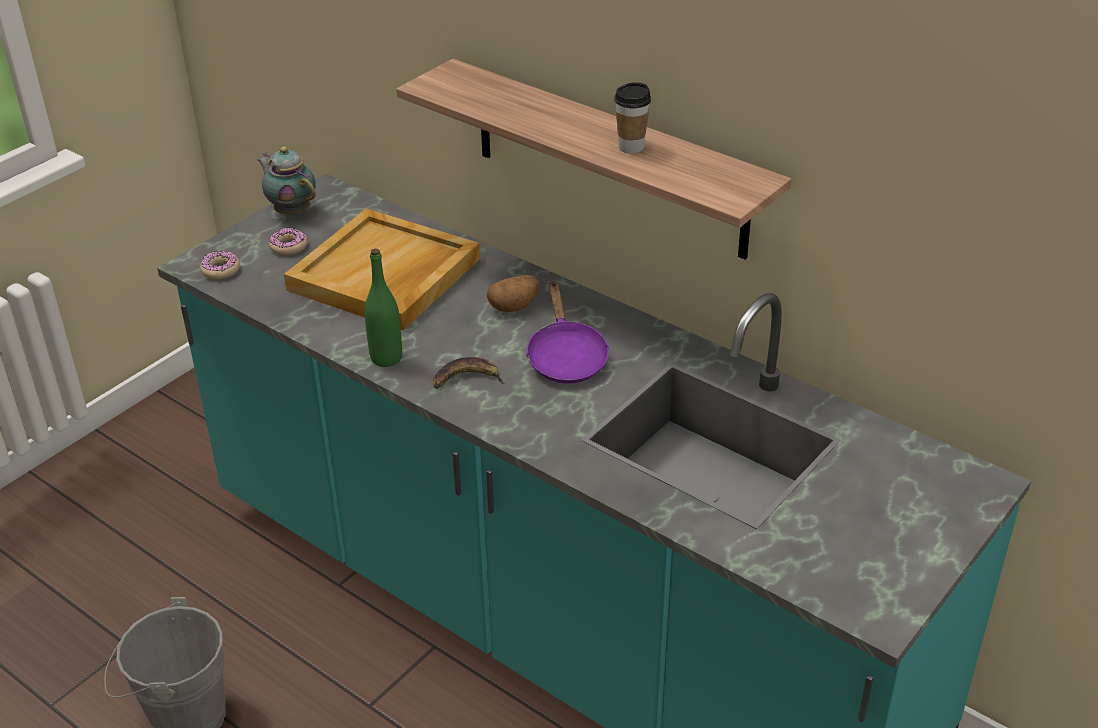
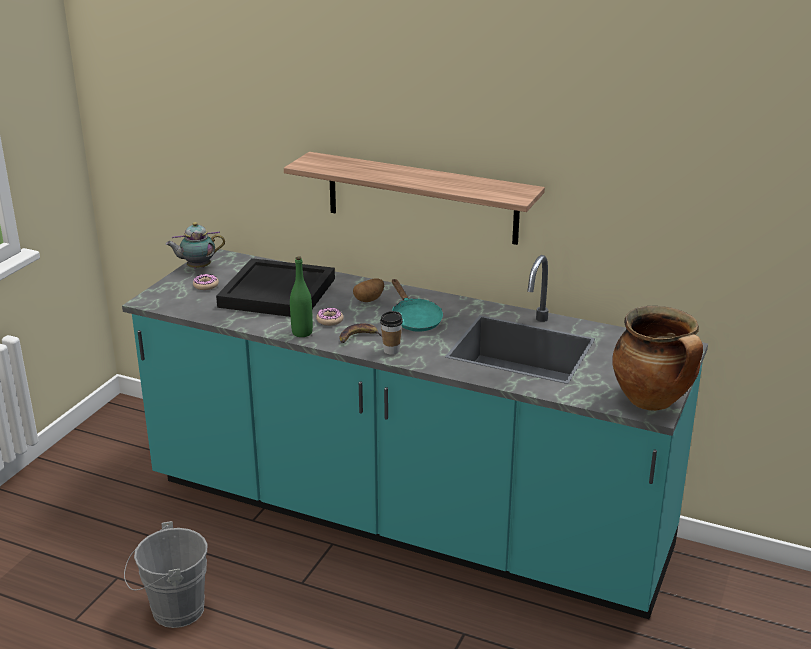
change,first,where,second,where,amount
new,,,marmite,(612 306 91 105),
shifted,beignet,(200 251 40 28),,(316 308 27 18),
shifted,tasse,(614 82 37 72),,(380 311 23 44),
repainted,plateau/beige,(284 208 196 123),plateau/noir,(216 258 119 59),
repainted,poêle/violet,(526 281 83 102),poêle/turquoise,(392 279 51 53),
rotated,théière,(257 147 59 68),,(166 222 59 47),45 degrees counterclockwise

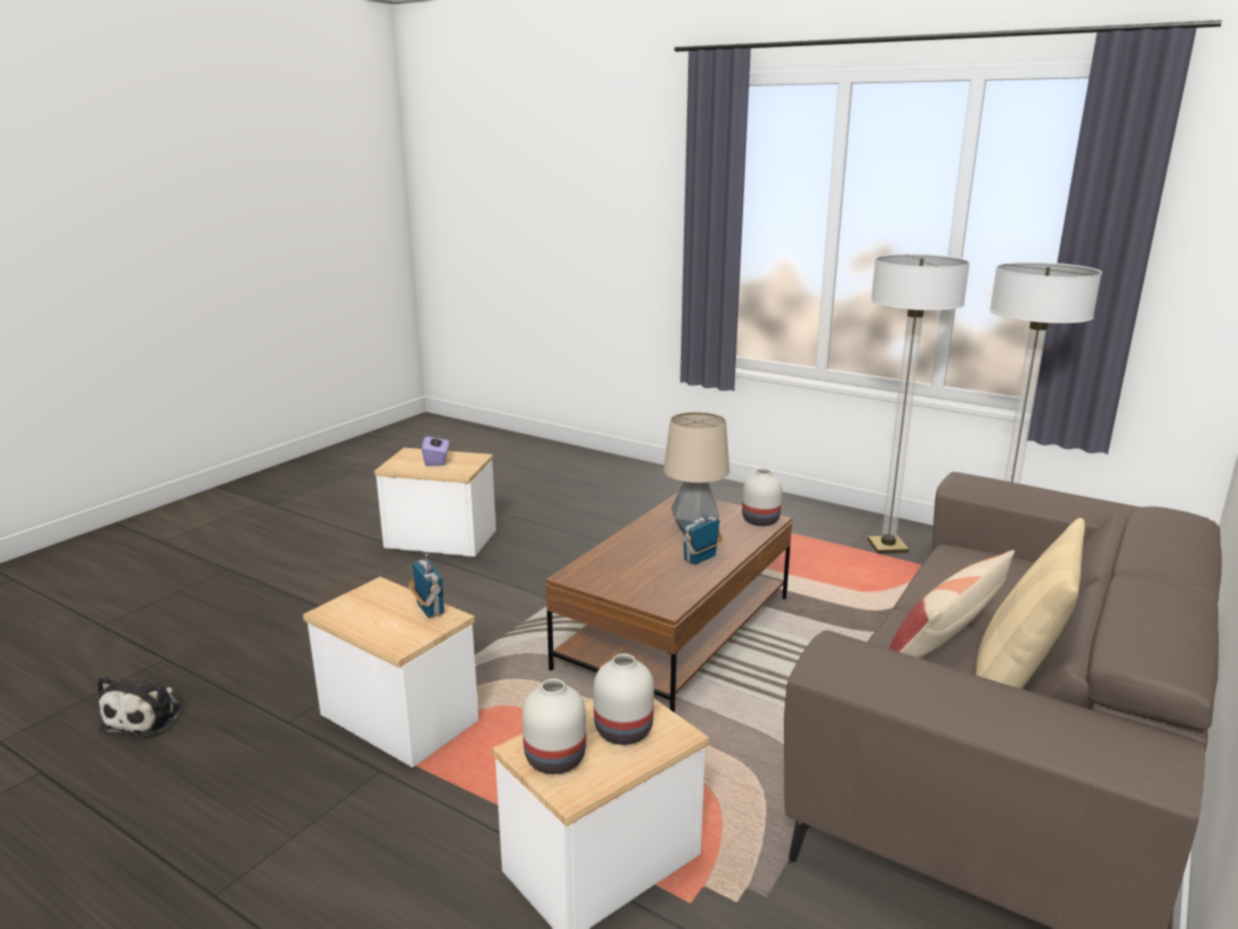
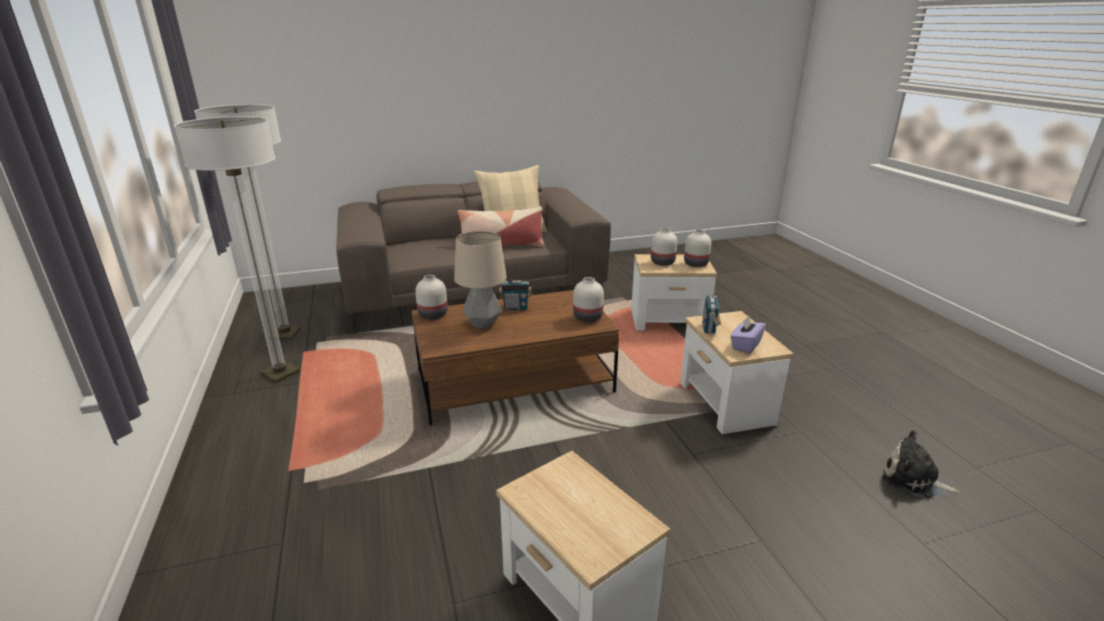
change,first,where,second,where,amount
new,,,vase/blanc,(573 277 31 45),
shifted,boîte à mouchoirs/violet,(422 432 27 34),,(730 315 36 38),
rotated,peluche,(98 676 84 61),,(883 430 77 68),105 degrees counterclockwise

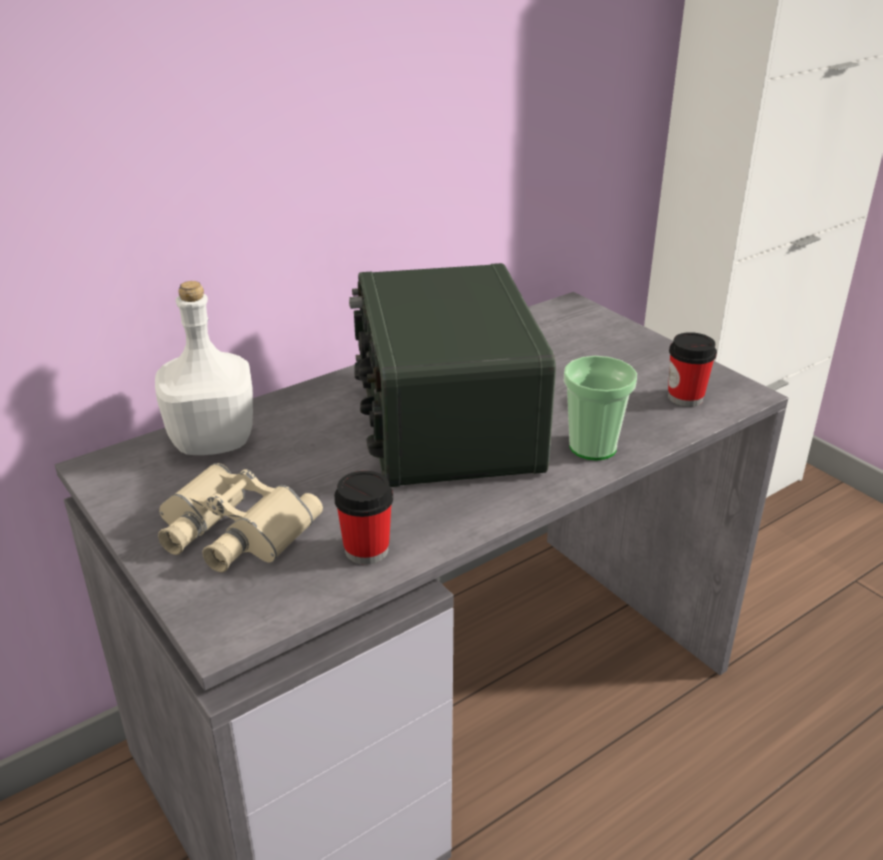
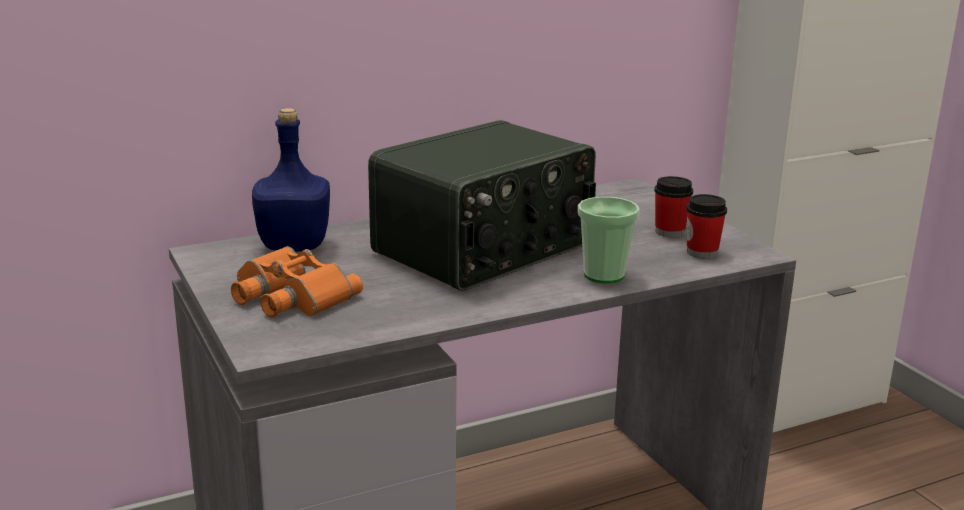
change,first,where,second,where,amount
shifted,tasse,(334 471 59 94),,(654 176 39 61),
repainted,bouteille/blanc,(155 281 98 174),bouteille/bleu,(252 108 78 144),
repainted,jumelles/beige,(158 463 165 109),jumelles/orange,(231 246 132 71),
rotated,radio,(349 263 207 224),,(368 120 228 171),135 degrees counterclockwise

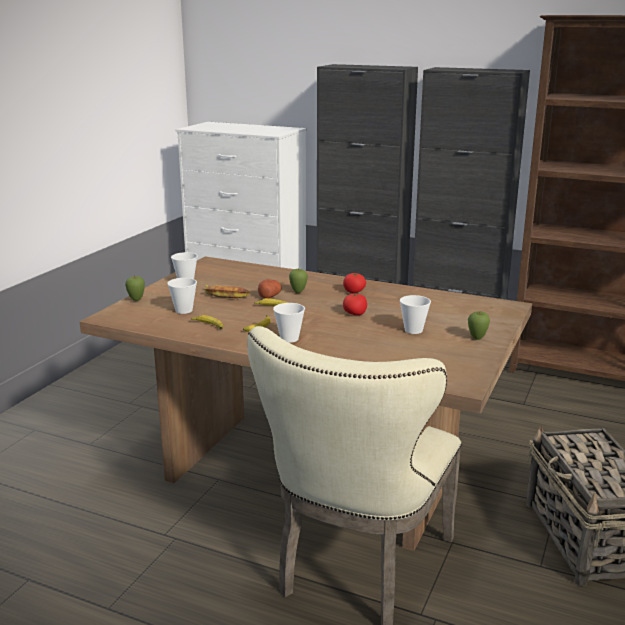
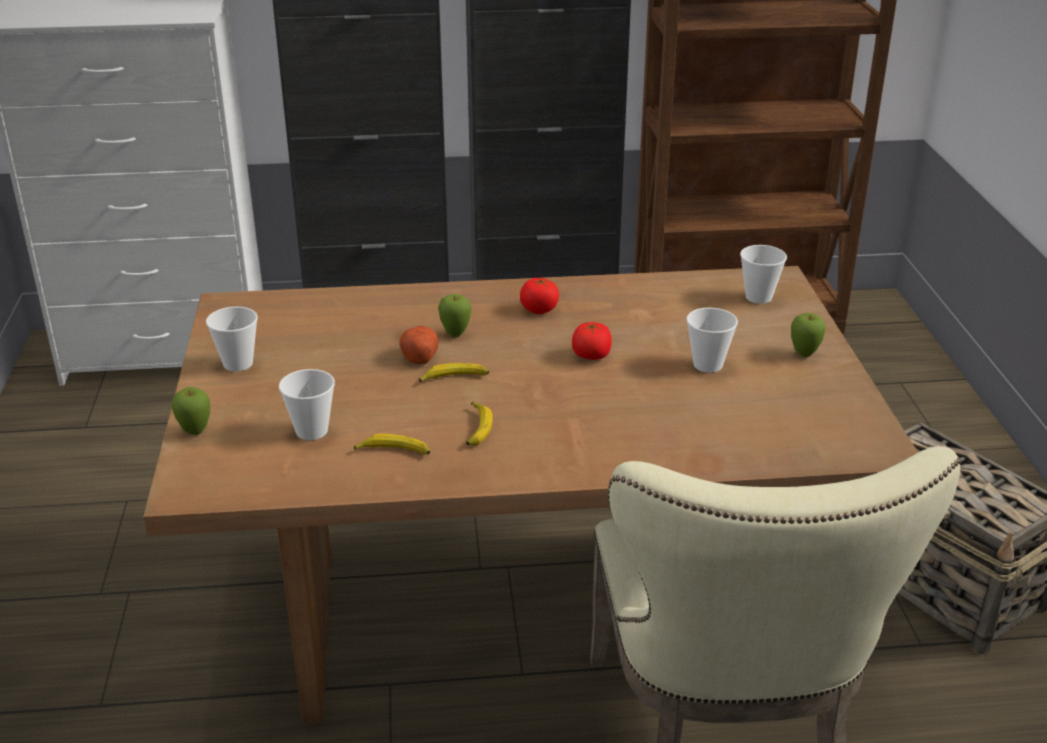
change,first,where,second,where,amount
gone,banane,(205 285 45 13),,,
shifted,tasse,(273 303 32 40),,(740 245 47 59),

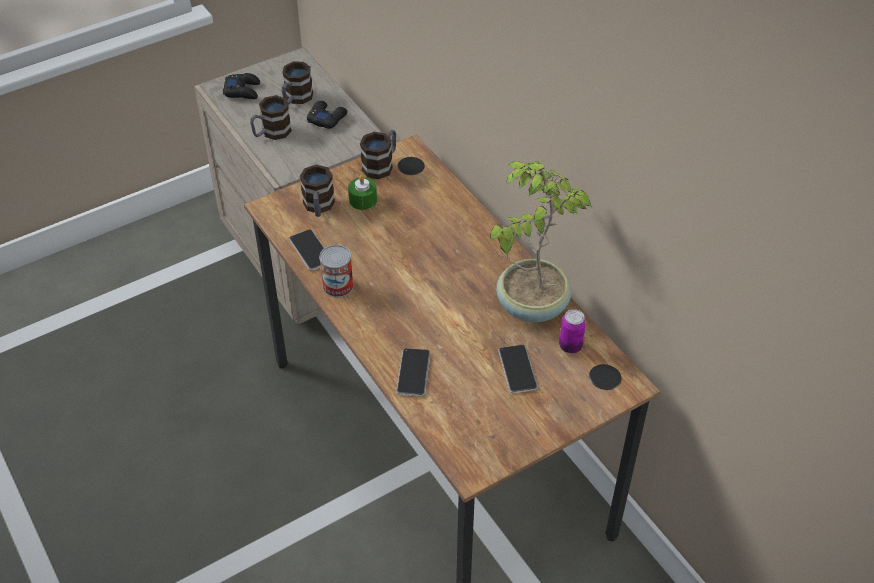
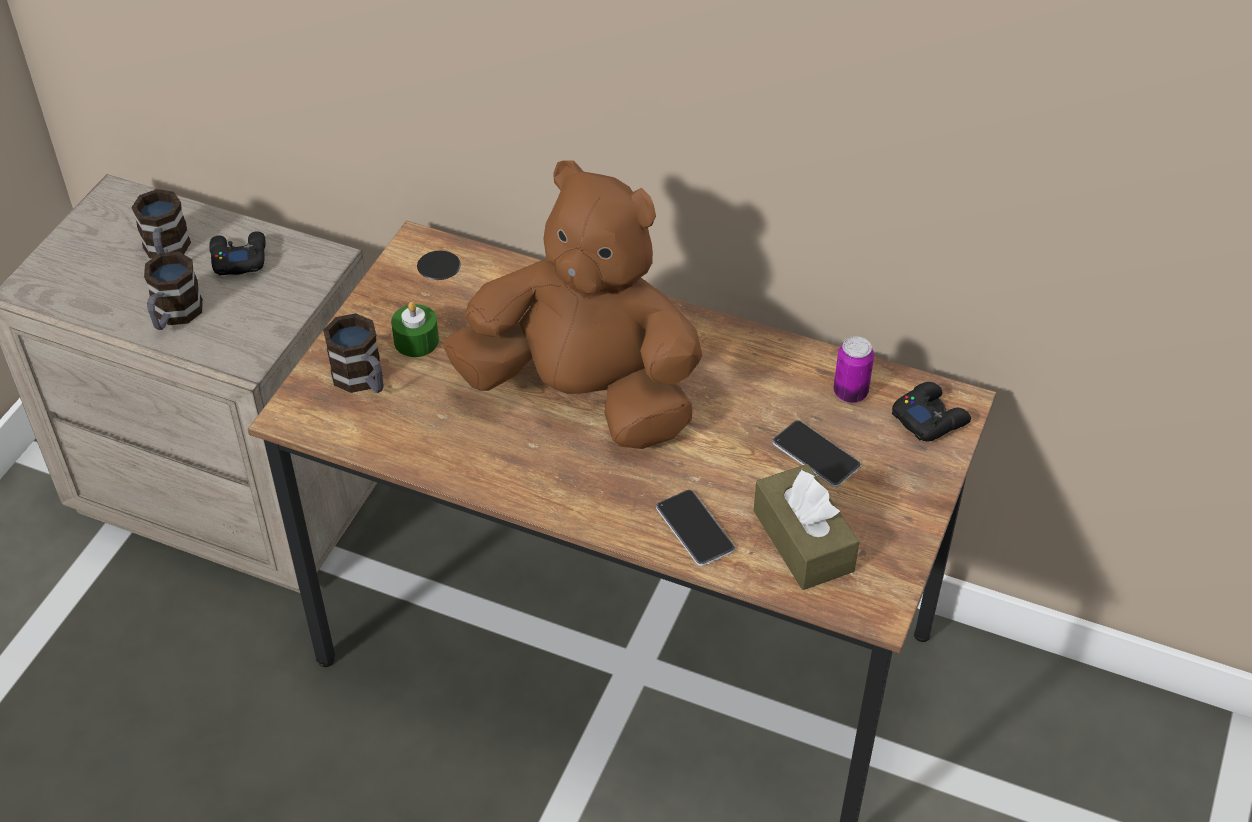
change,first,where,second,where,amount
gone,téléphone,(289 229 35 42),,,
gone,boîte métallique,(319 245 35 52),,,
gone,mug,(360 130 36 49),,,
gone,plante en pot,(490 161 102 161),,,
new,,,peluche/marron,(443 160 259 289),
new,,,boîte à mouchoirs/marron,(754 464 105 126),
shifted,manette/noir,(223 73 37 26),,(892 382 79 60),

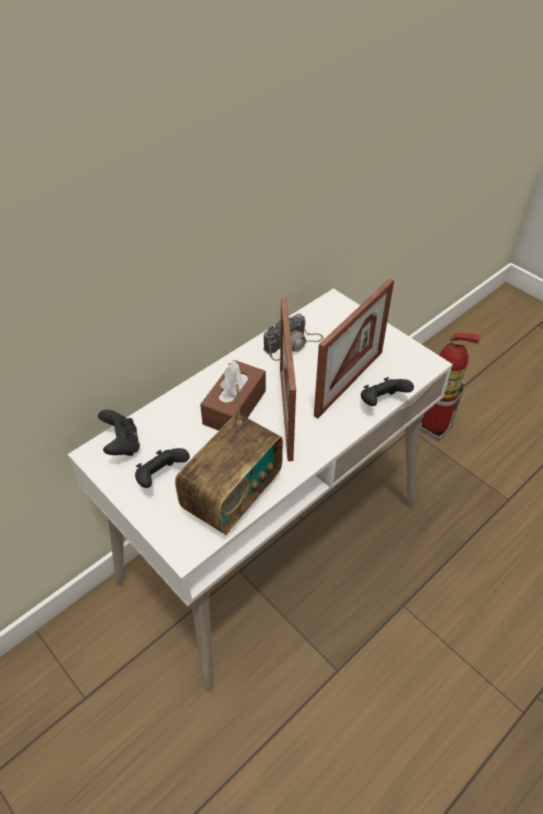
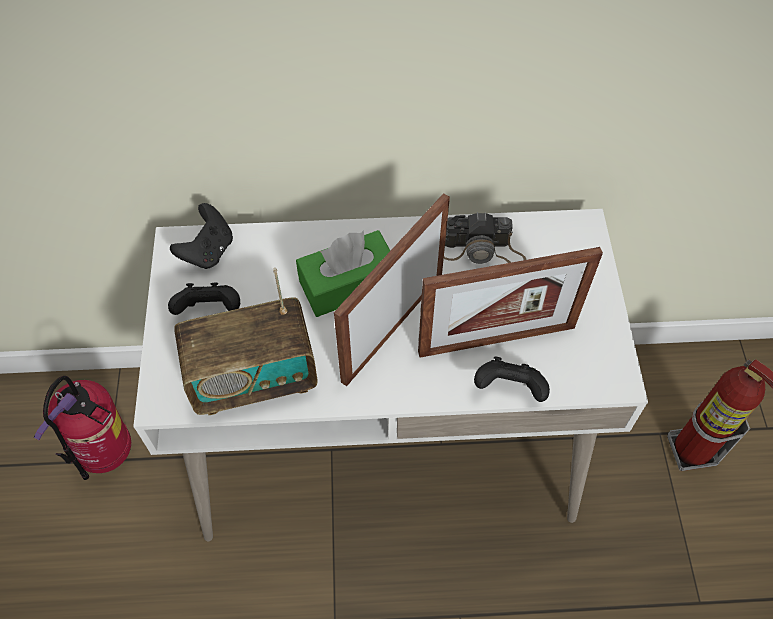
change,first,where,second,where,amount
new,,,extincteur,(34 376 97 104),
repainted,boîte à mouchoirs/marron,(200 360 66 71),boîte à mouchoirs/vert,(296 230 94 87),

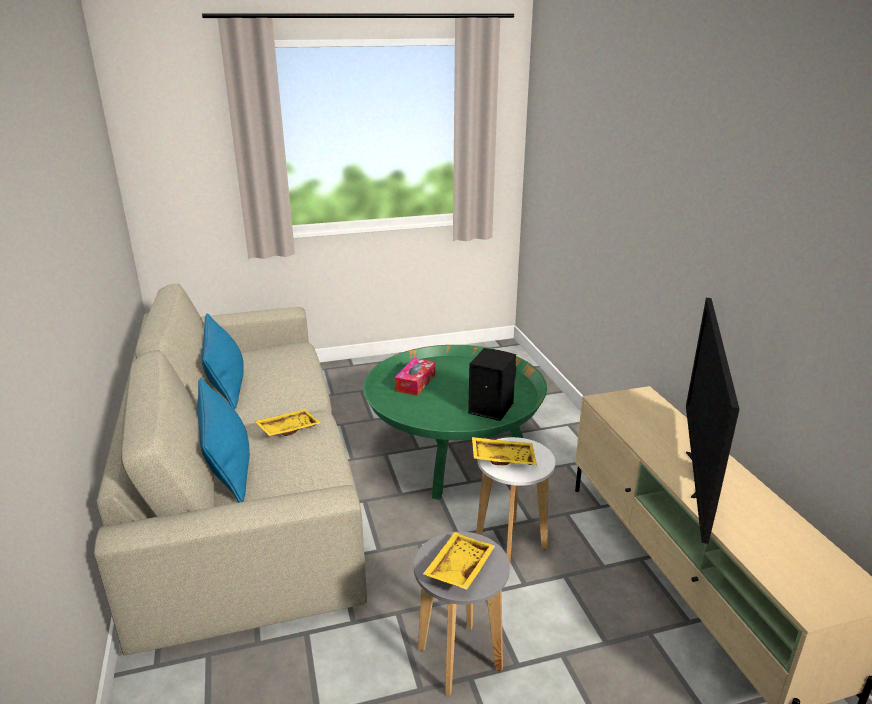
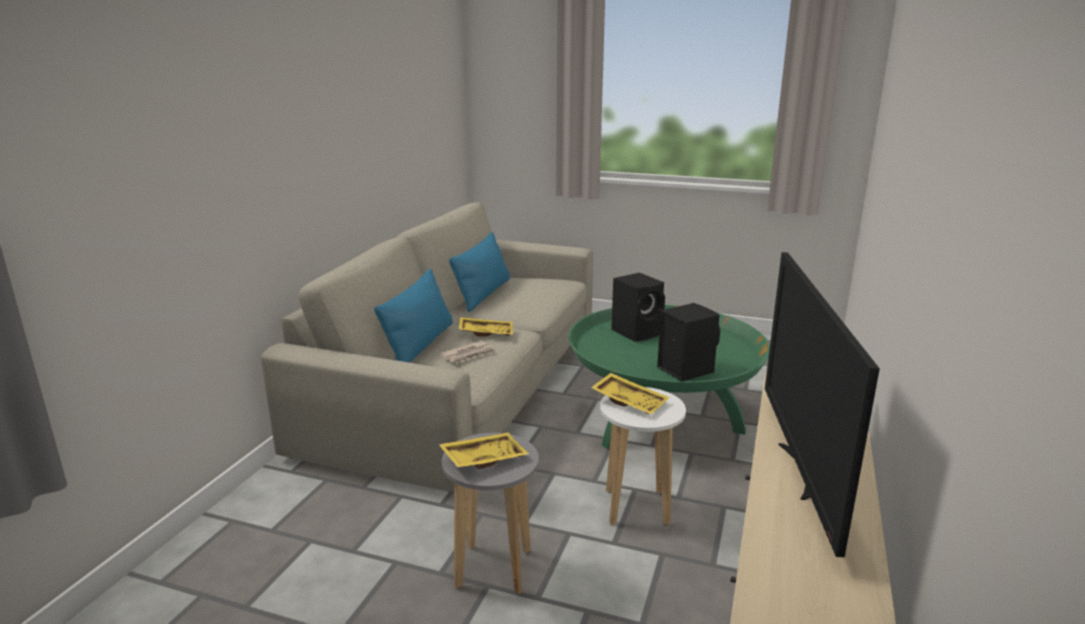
change,first,where,second,where,amount
new,,,journal,(441 341 55 23),
swapped,boîte à mouchoirs,(395 358 40 38),enceinte/noir,(611 273 54 69),
rotated,téléviseur,(686 298 54 246),,(765 252 115 305),45 degrees counterclockwise

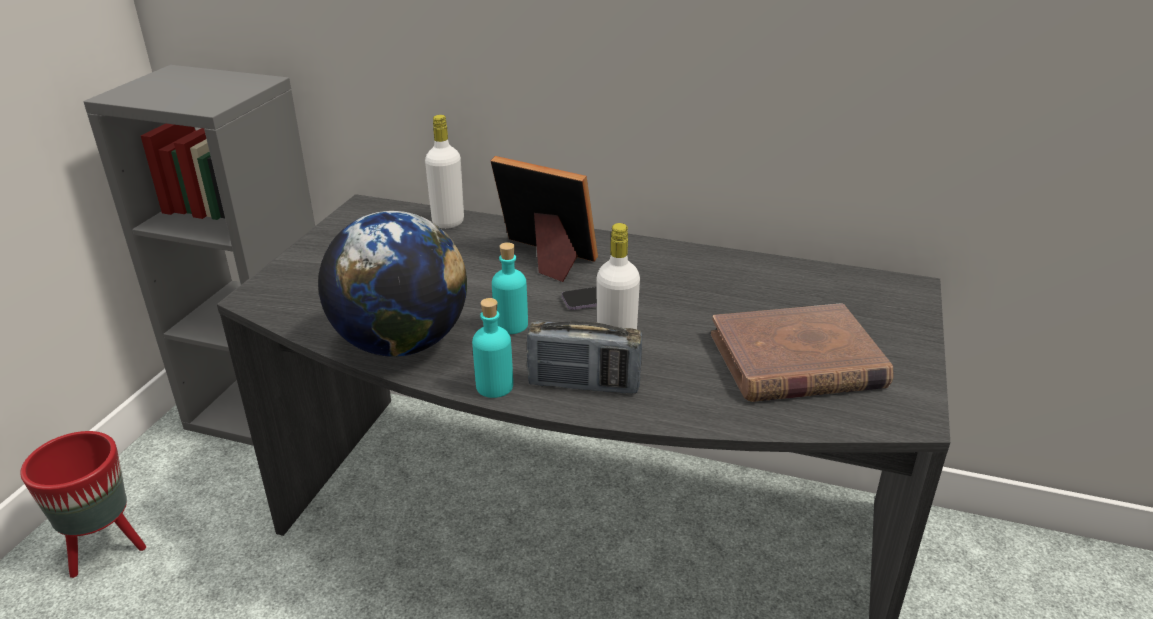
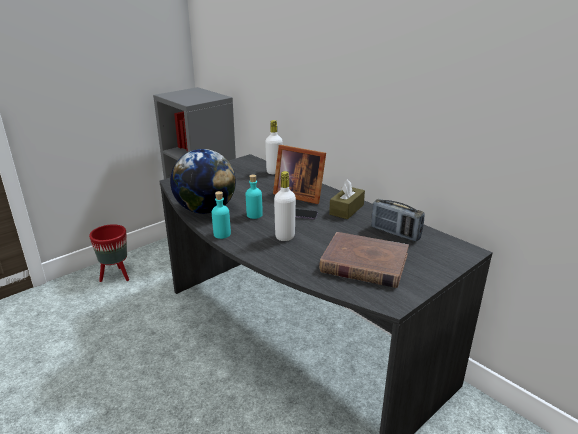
change,first,where,second,where,amount
new,,,boîte à mouchoirs/marron,(329 179 36 40),
shifted,radio,(527 321 115 73),,(371 199 54 43),
rotated,cadre photo,(491 156 107 126),,(273 145 53 59),150 degrees clockwise

